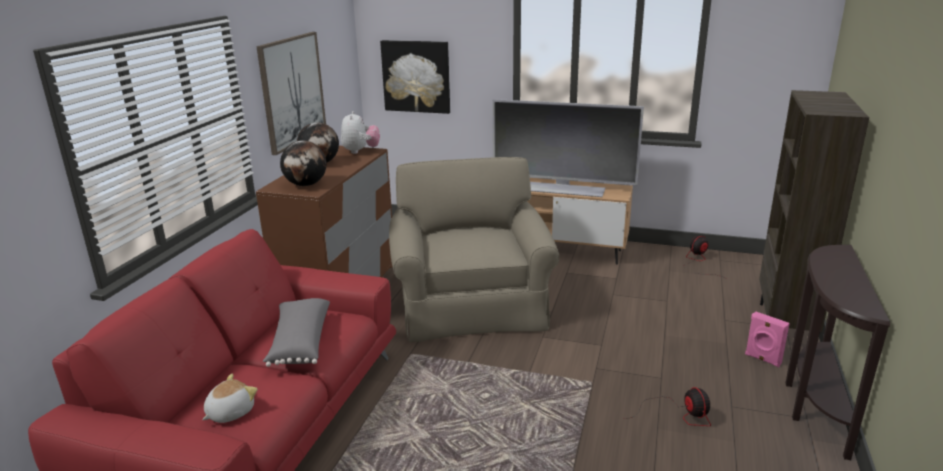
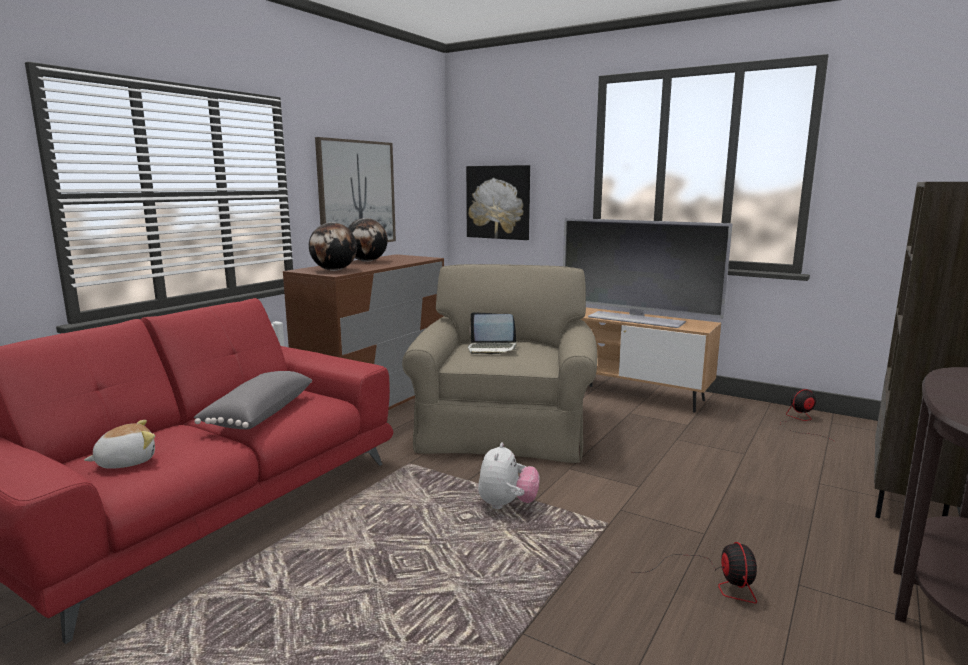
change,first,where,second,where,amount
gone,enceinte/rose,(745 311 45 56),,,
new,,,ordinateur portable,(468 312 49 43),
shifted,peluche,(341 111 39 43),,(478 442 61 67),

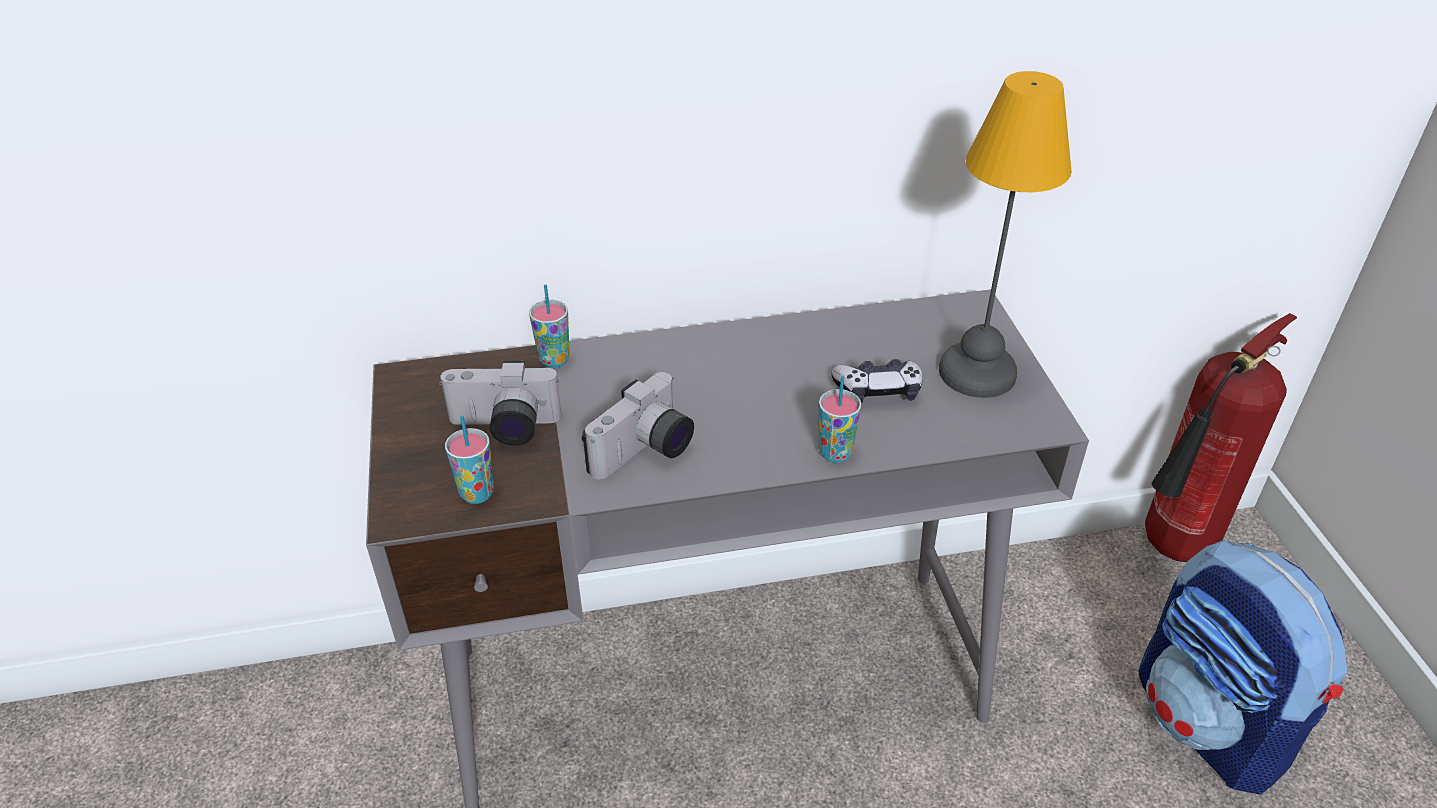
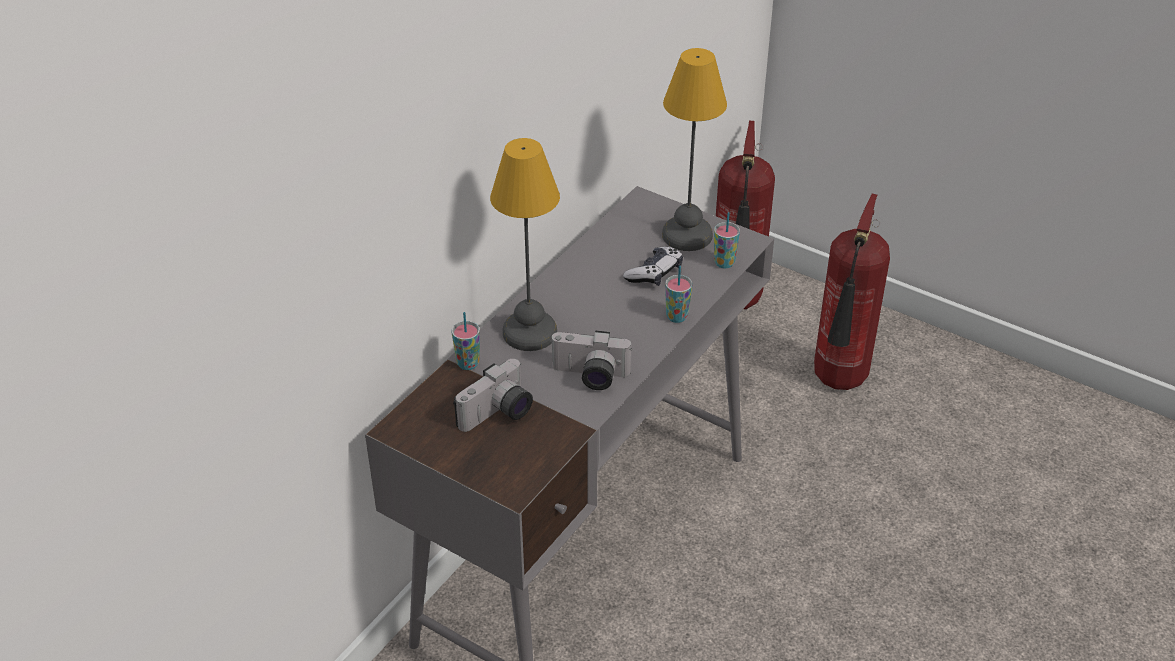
change,first,where,second,where,amount
new,,,lampe de table,(490 138 70 213),
shifted,tasse,(445 415 49 89),,(714 212 26 56),
swapped,sac à dos,(1138 539 209 256),extincteur,(814 194 76 196),
rotated,appareil photo,(582 372 112 107),,(551 330 81 60),105 degrees clockwise

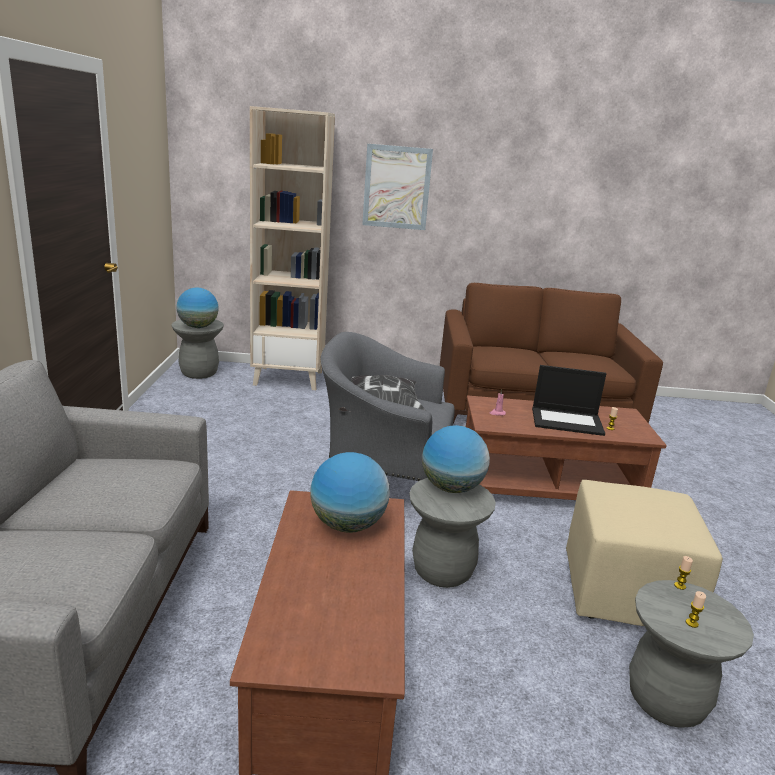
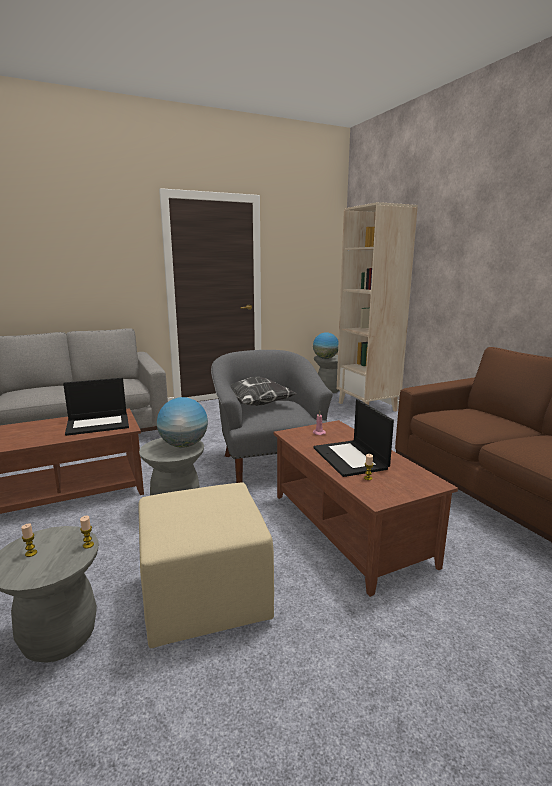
change,first,where,second,where,amount
gone,tableau,(362 144 71 86),,,
swapped,globe,(310 452 80 81),ordinateur portable,(63 378 66 58),

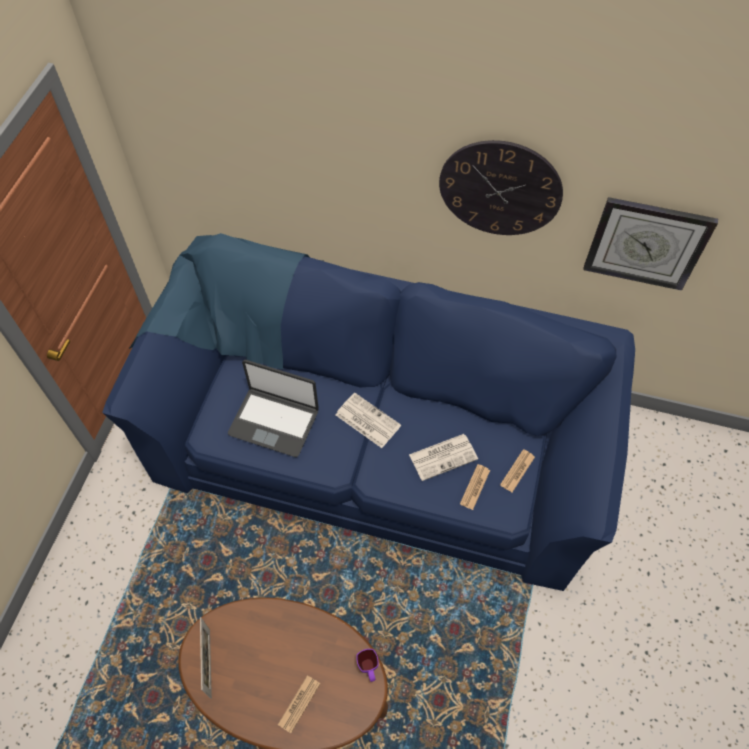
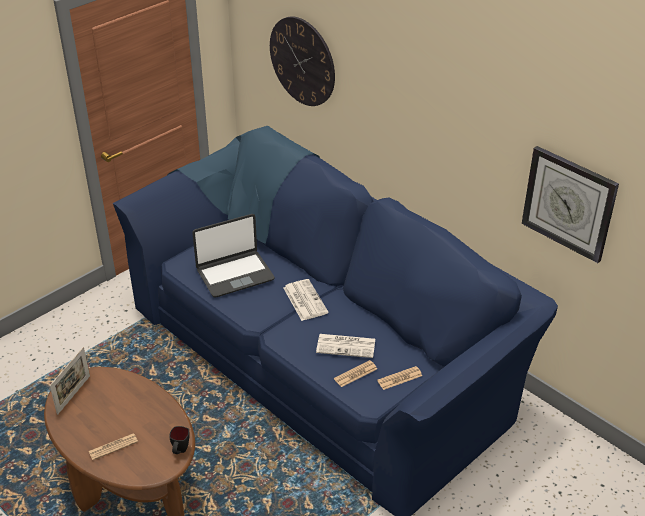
change,first,where,second,where,amount
shifted,horloge murale,(439 140 124 95),,(270 17 65 89),
repainted,mug/violet,(356 649 22 33),mug/noir,(169 426 21 28),
rotated,ordinateur portable,(228 360 91 97),,(192 214 83 84),75 degrees counterclockwise

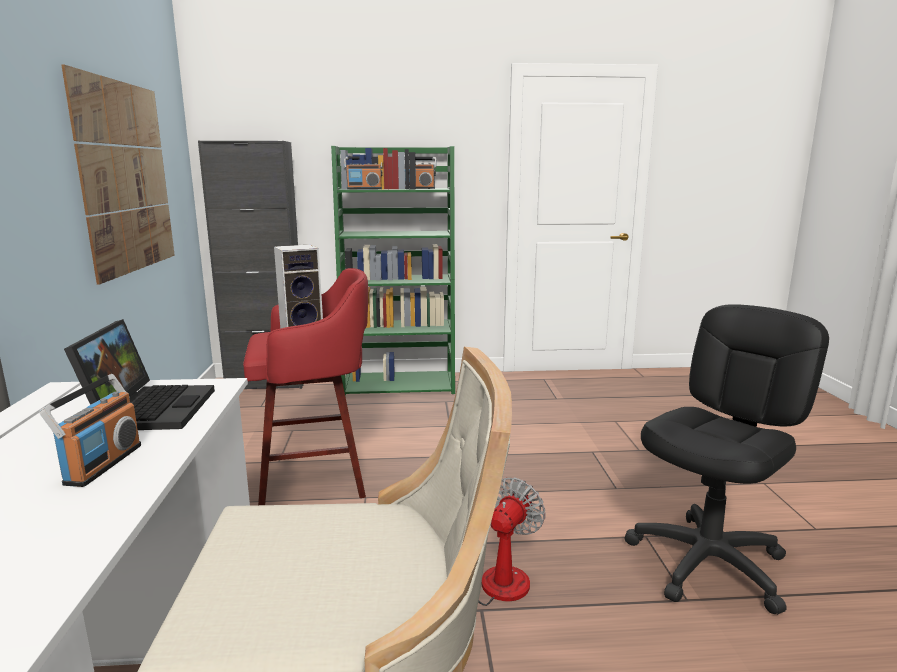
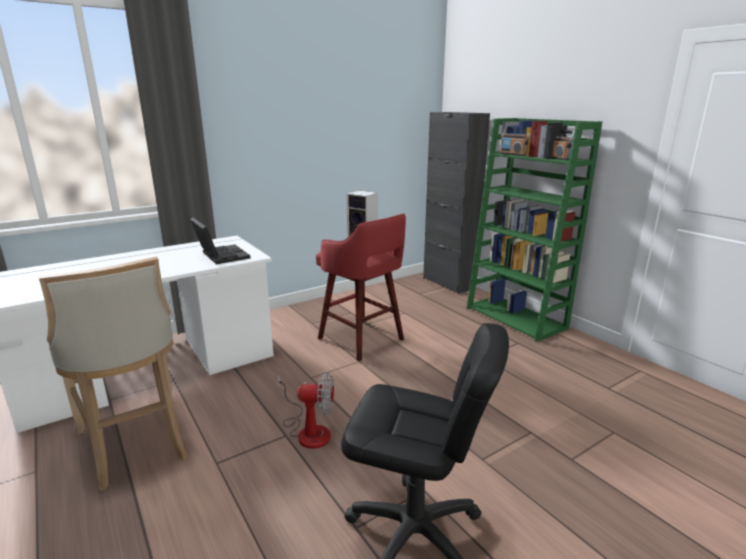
change,first,where,second,where,amount
gone,radio,(39 374 102 113),,,
gone,tableau,(61 65 114 220),,,
rotated,ordinateur portable,(64 319 151 111),,(190 218 60 46),90 degrees counterclockwise

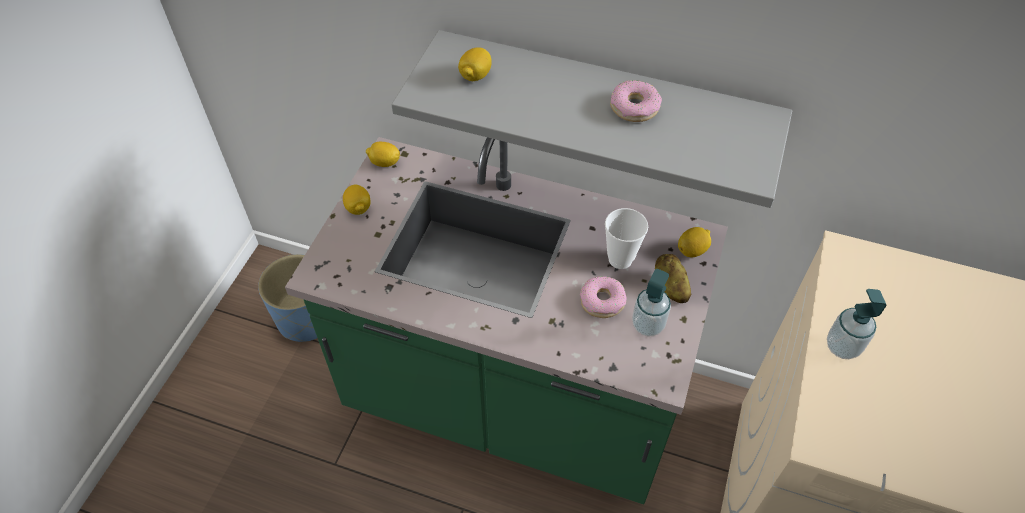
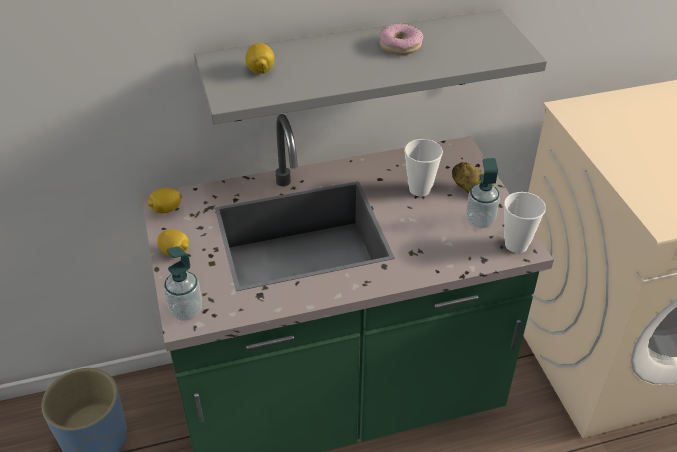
change,first,where,second,where,amount
gone,beignet,(580 276 46 42),,,
gone,citron,(678 227 33 30),,,
new,,,tasse,(504 192 42 61),
shifted,distributeur de savon,(827 289 59 70),,(164 246 38 75),

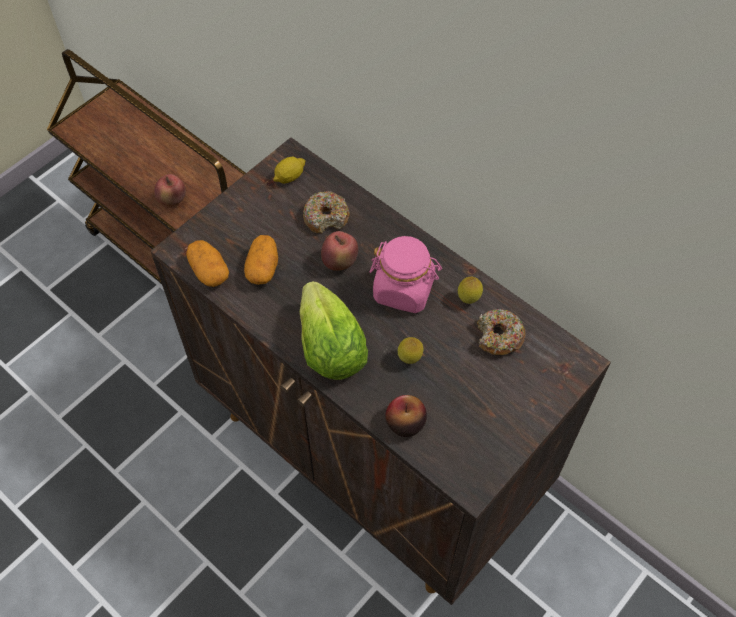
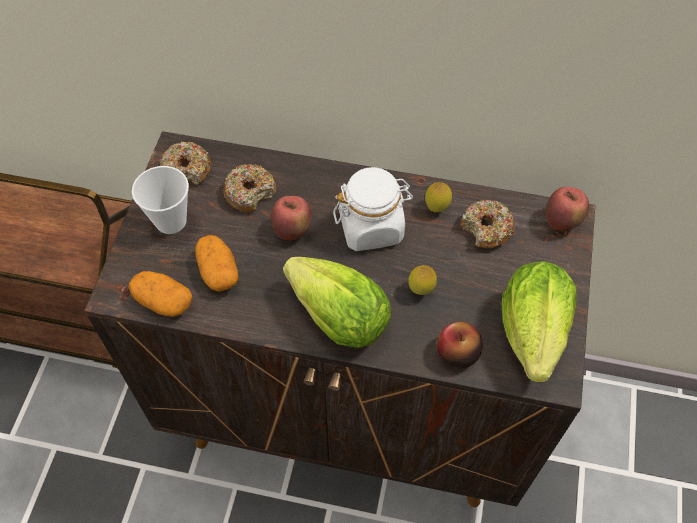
change,first,where,second,where,amount
new,,,tasse,(132 166 57 68),
new,,,laitue,(501 261 76 121),
shifted,pomme,(154 174 32 32),,(546 186 43 45),
swapped,citron,(273 157 32 27),beignet,(160 141 51 44),
repainted,bocal/rose,(370 236 72 77),bocal/blanc,(333 167 80 84),

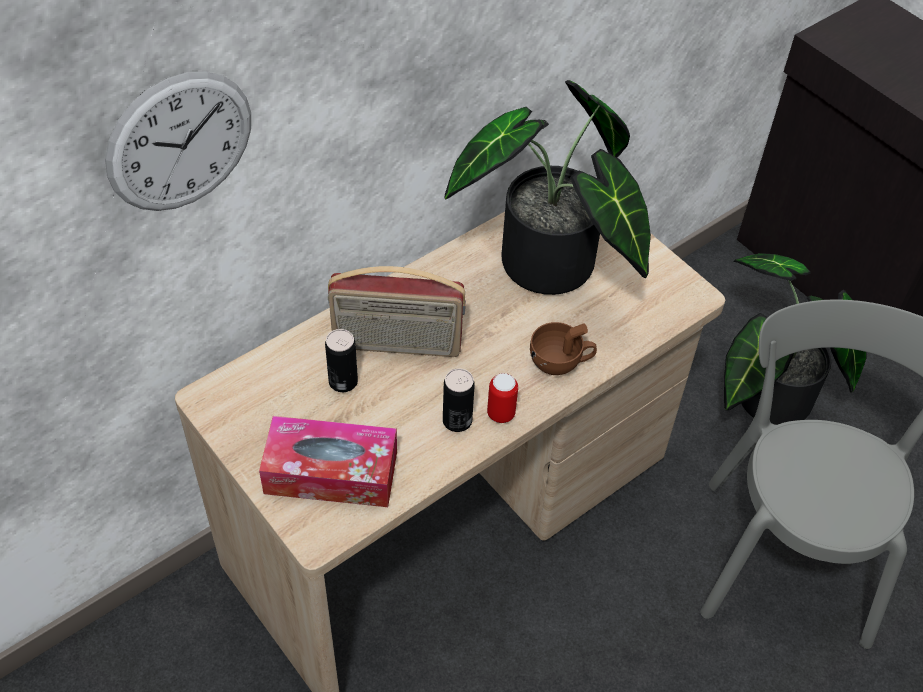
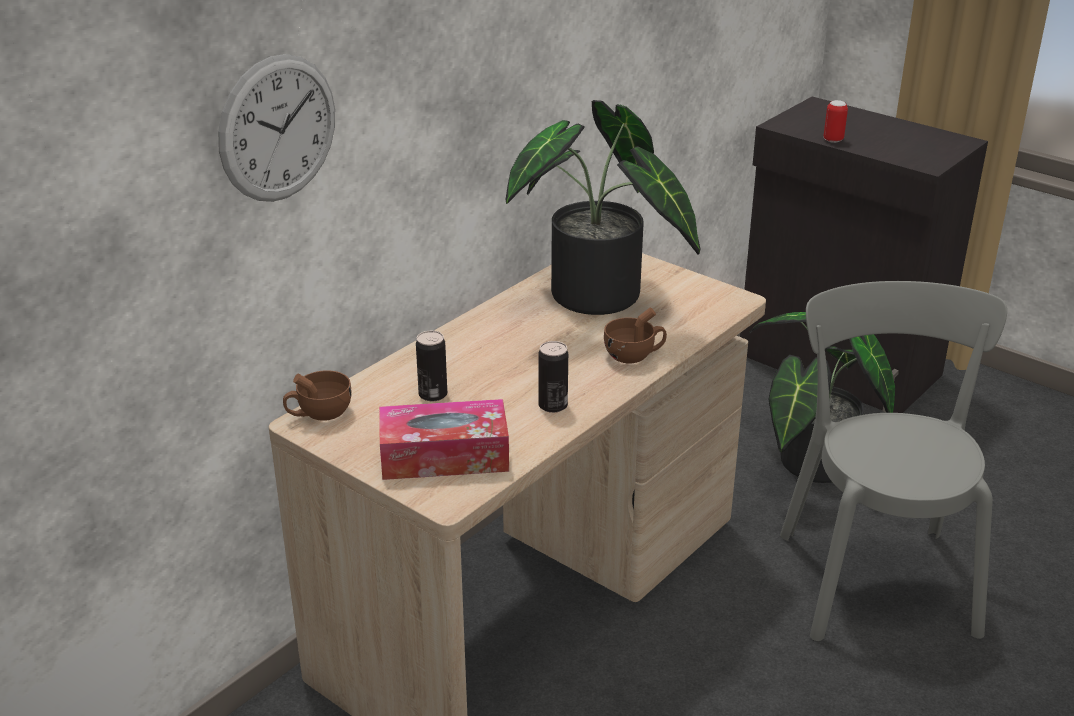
change,first,where,second,where,amount
gone,radio,(328 266 138 91),,,
new,,,tasse/marron,(283 370 69 51),
shifted,boîte métallique,(487 373 31 50),,(824 100 24 43),

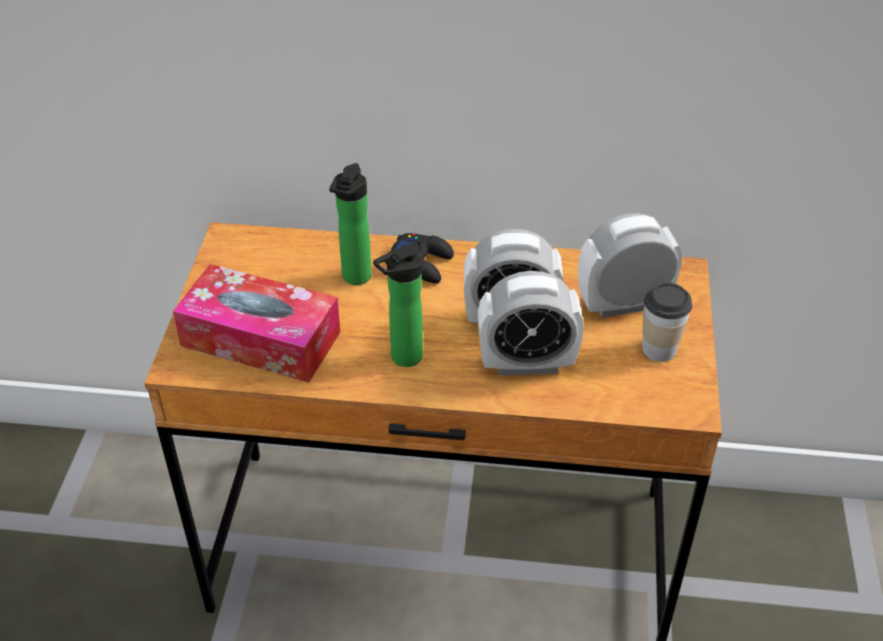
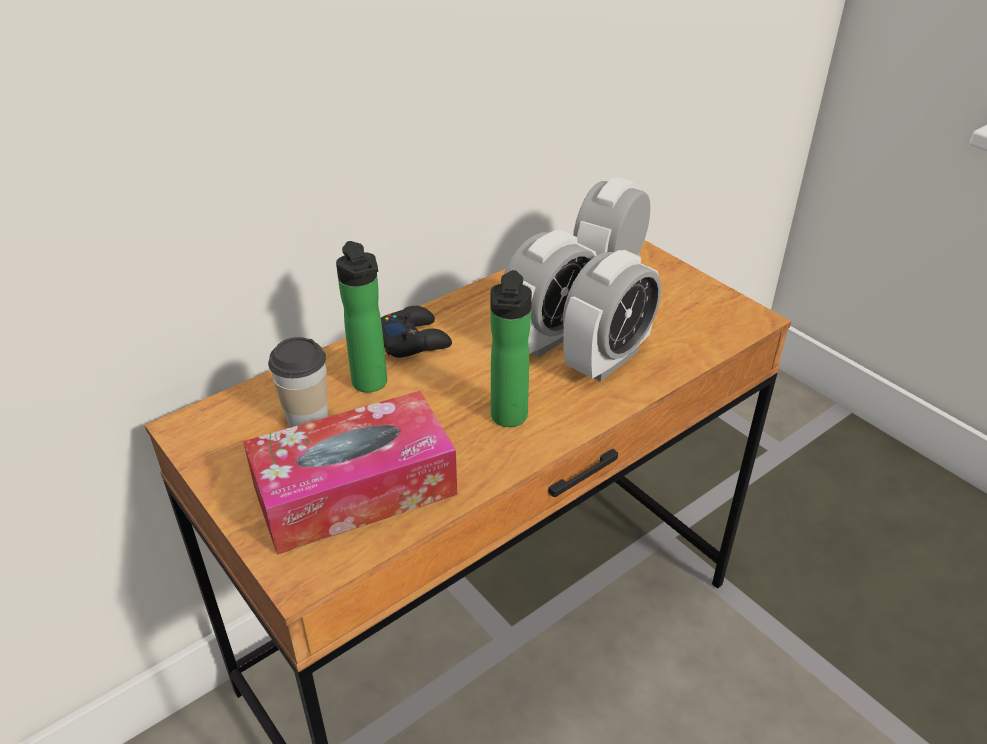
change,first,where,second,where,amount
shifted,tasse,(642 282 50 80),,(268 337 60 91),

